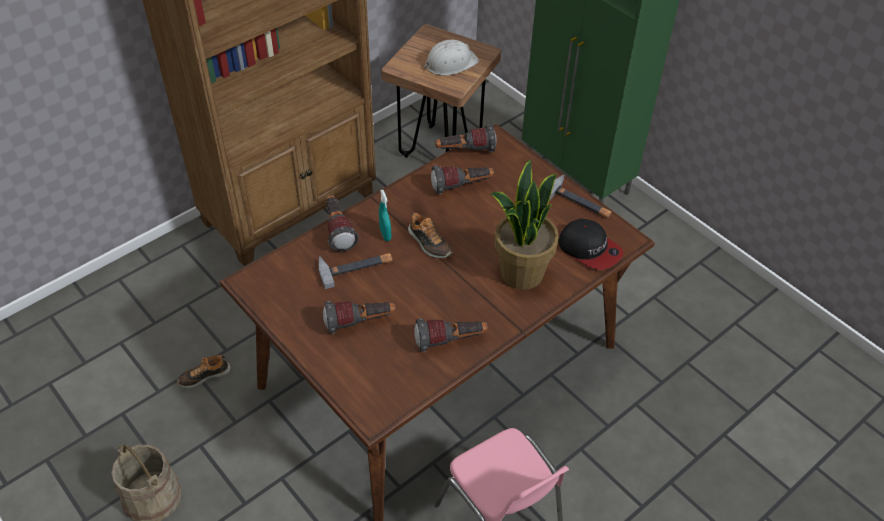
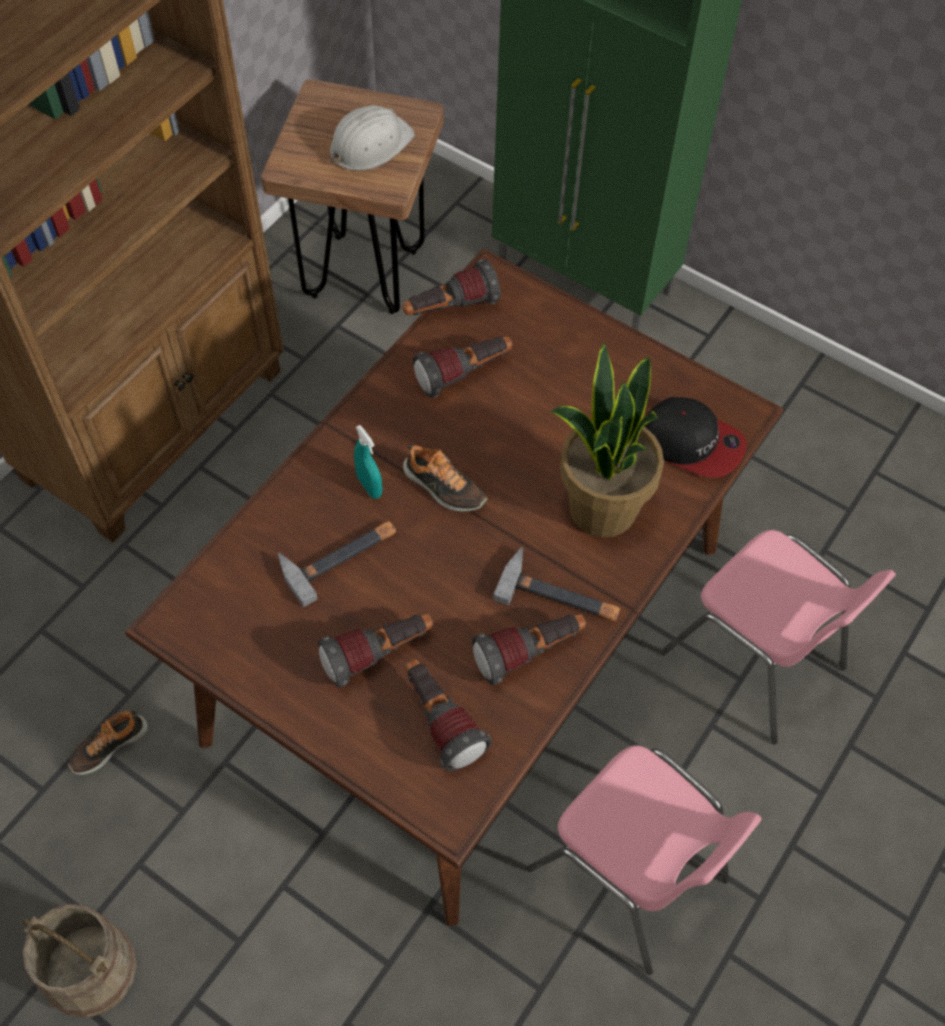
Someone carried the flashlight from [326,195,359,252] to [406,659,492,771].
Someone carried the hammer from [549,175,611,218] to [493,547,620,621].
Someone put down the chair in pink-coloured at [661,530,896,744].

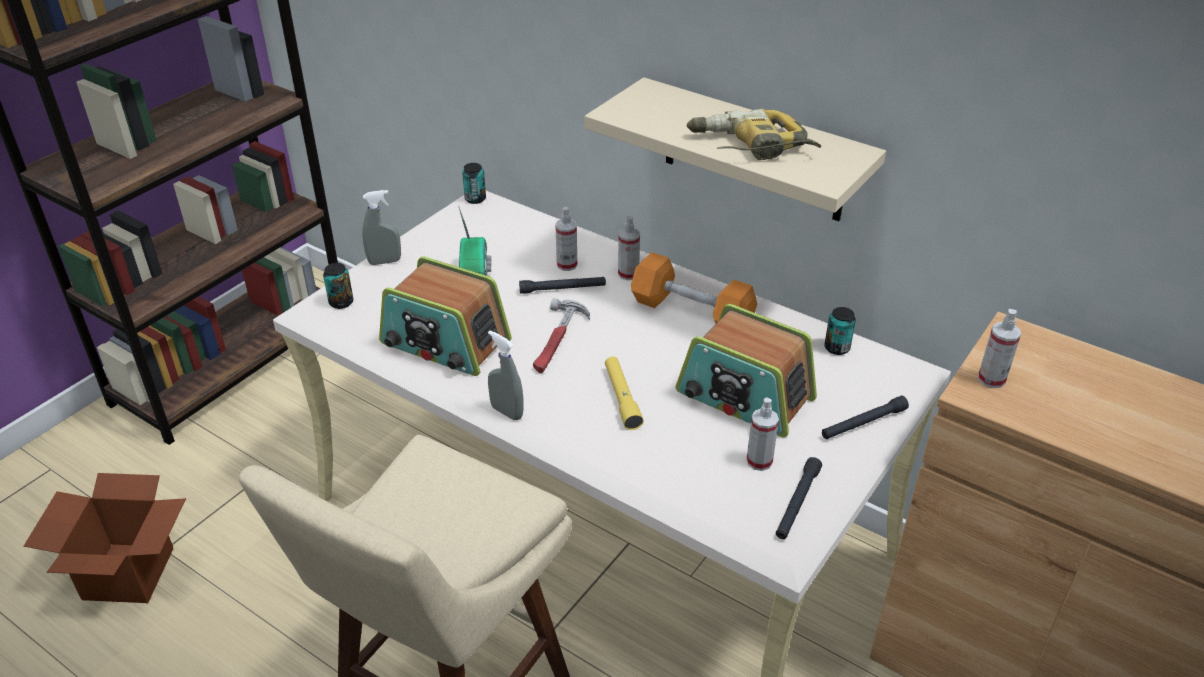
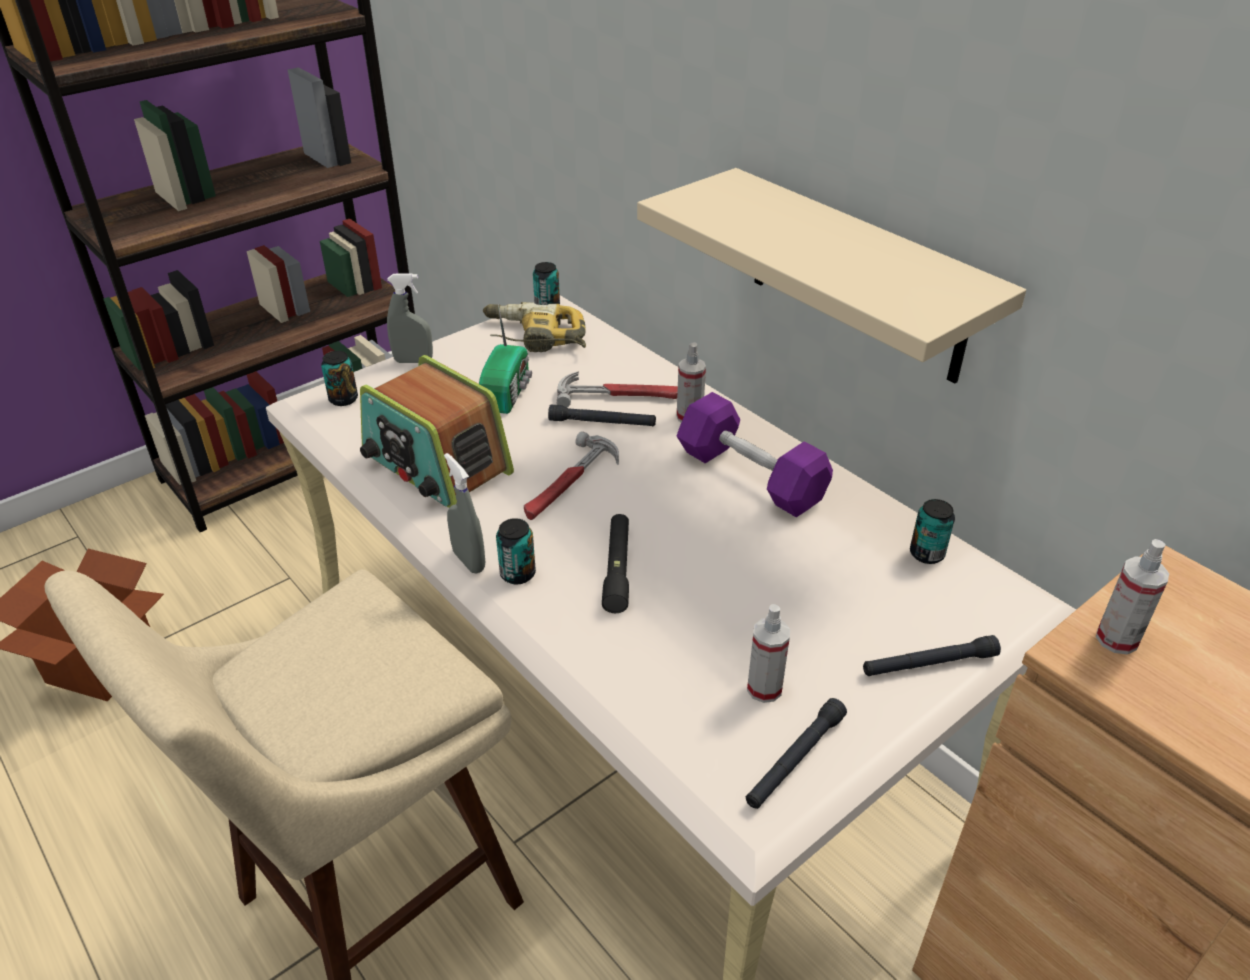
Someone swapped the hand sprayer at [555,207,577,271] for the hammer at [557,371,678,407].
Someone repainted the flashlight in yellow-coloured at [605,357,644,430], which became the flashlight in black-coloured at [602,514,629,613].
Someone repainted the free weight in orange at [631,252,757,324], which became the free weight in purple-coloured at [677,392,833,517].
Someone took away the radio receiver at [676,304,817,437].
Someone carried the drill from [687,109,821,160] to [483,302,586,352].
Someone put down the metal can at [496,518,536,584].

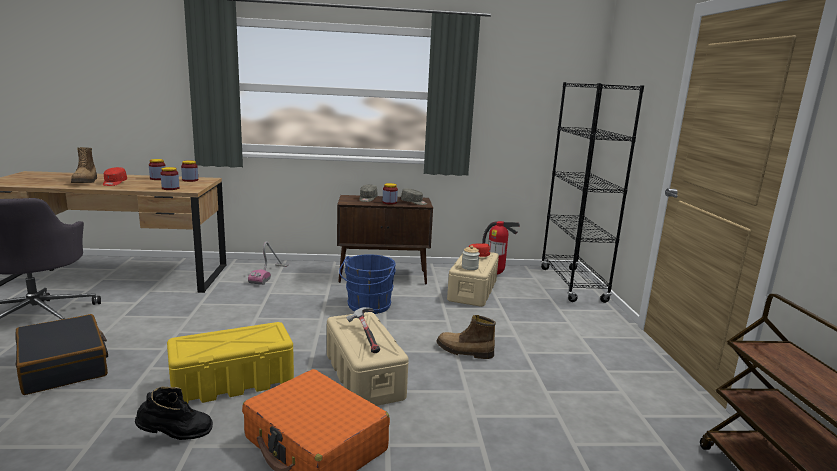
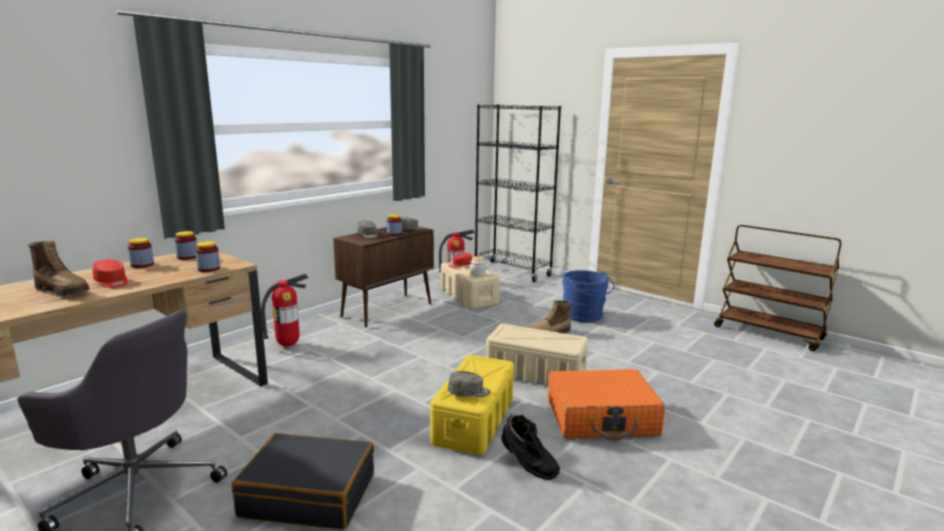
Someone rotated the high-top boot in black-coloured at [135,387,213,440] by 105 degrees clockwise.
Someone swapped the vacuum cleaner at [248,241,289,285] for the extinguisher at [261,274,309,347].
Someone carried the pail in blue-coloured from [339,254,396,314] to [563,270,614,322].
Someone took away the hammer at [346,307,380,353].
Someone put down the baseball cap in gray at [448,371,491,397].

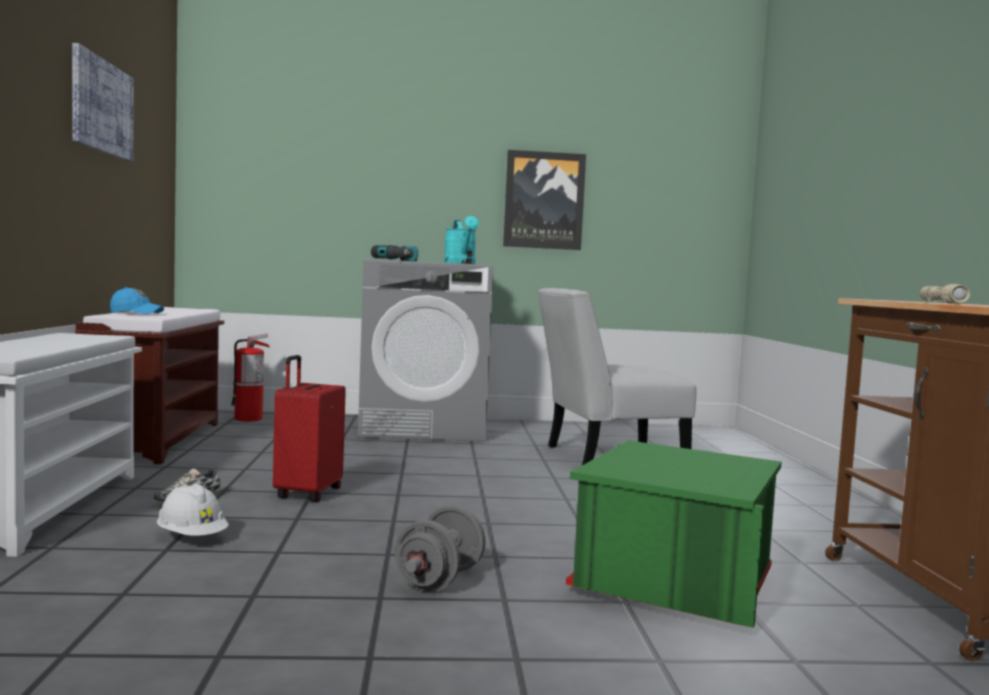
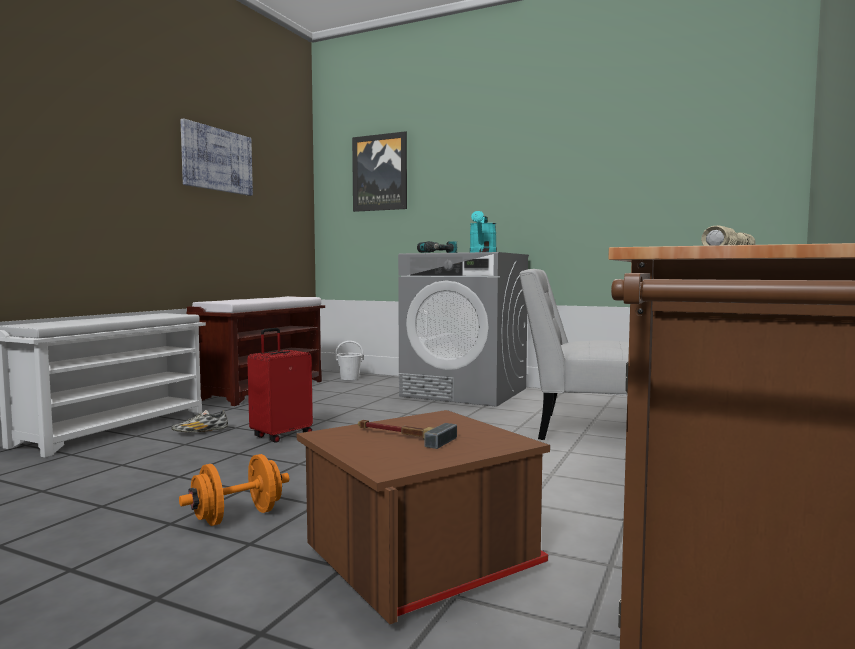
Someone took away the baseball cap in blue-coloured at [110,287,164,314].
Someone took away the hard hat in white-coloured at [157,484,229,536].
Someone swapped the extinguisher at [231,334,270,421] for the pail in white-coloured at [335,341,364,380].
Someone repainted the free weight in gray at [395,505,486,592], which became the free weight in orange at [179,454,289,526].
Someone carried the wall picture from [503,150,586,250] to [352,131,407,212].
Someone repainted the storage box in green at [566,440,781,628], which became the storage box in brownish at [297,410,550,624].
Someone put down the hammer at [358,420,457,449].

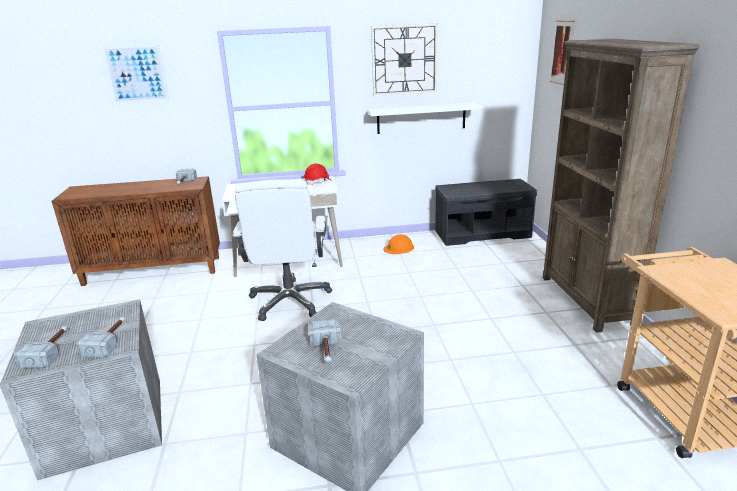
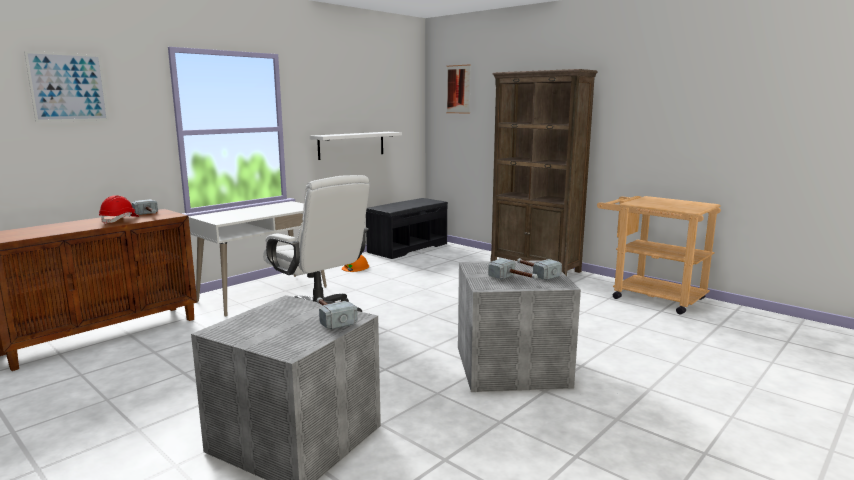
Someone carried the hammer from [14,326,68,368] to [517,258,562,280].
Someone carried the hard hat in red-coloured from [304,163,331,185] to [99,195,139,224].
Someone took away the clock on the wall at [371,23,438,96].

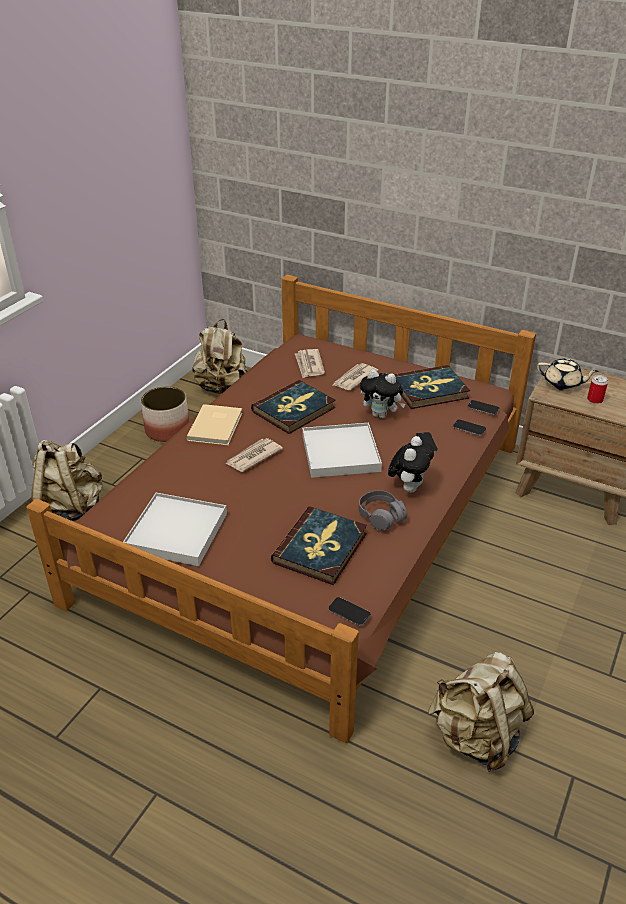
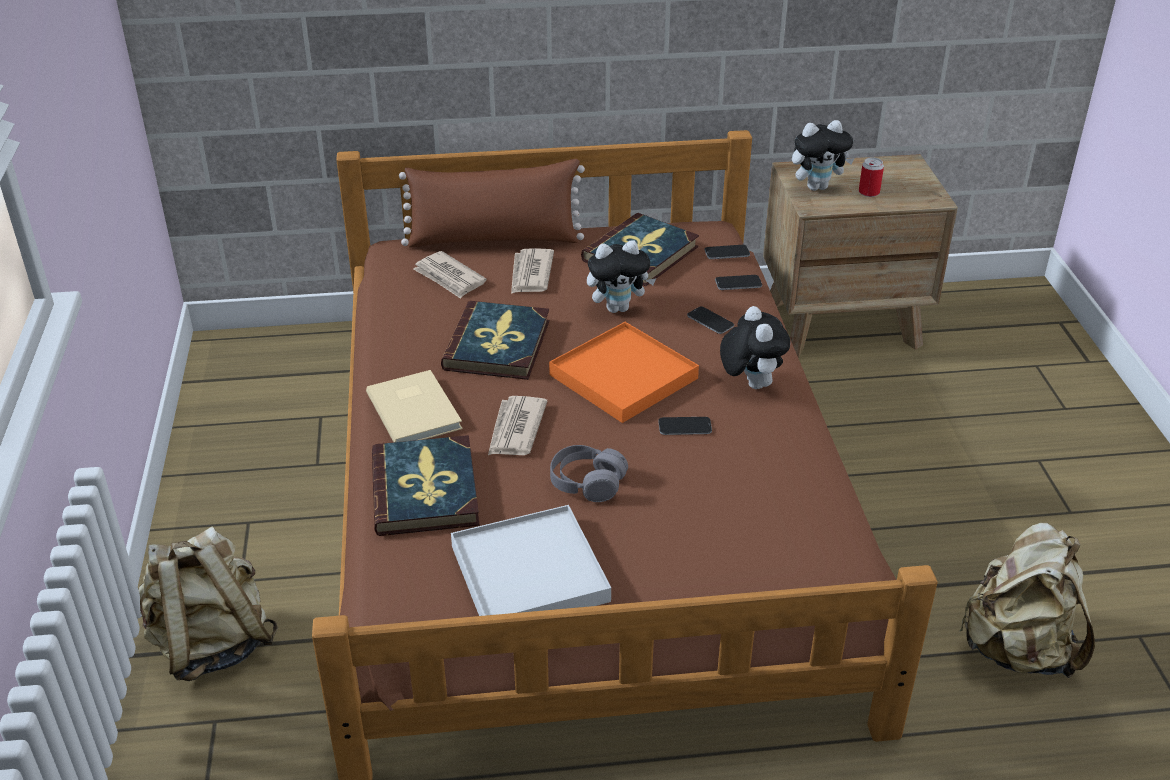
Someone took away the planter at [141,386,189,442].
Someone took away the knapsack in sand-coloured at [192,319,248,394].
Someone carried the bound book from [271,507,367,585] to [372,435,479,536].
Someone repainted the tray in white-coloured at [302,423,382,478], which became the tray in orange at [549,322,699,423].
Someone carried the telephone from [328,597,371,626] to [658,417,712,435].
Someone carried the headset in gray from [359,490,407,530] to [550,445,628,502].
Someone swapped the teapot in sand-coloured at [537,358,599,391] for the plush toy at [792,120,855,191].
Someone put down the pillow in brownish at [399,159,585,248].

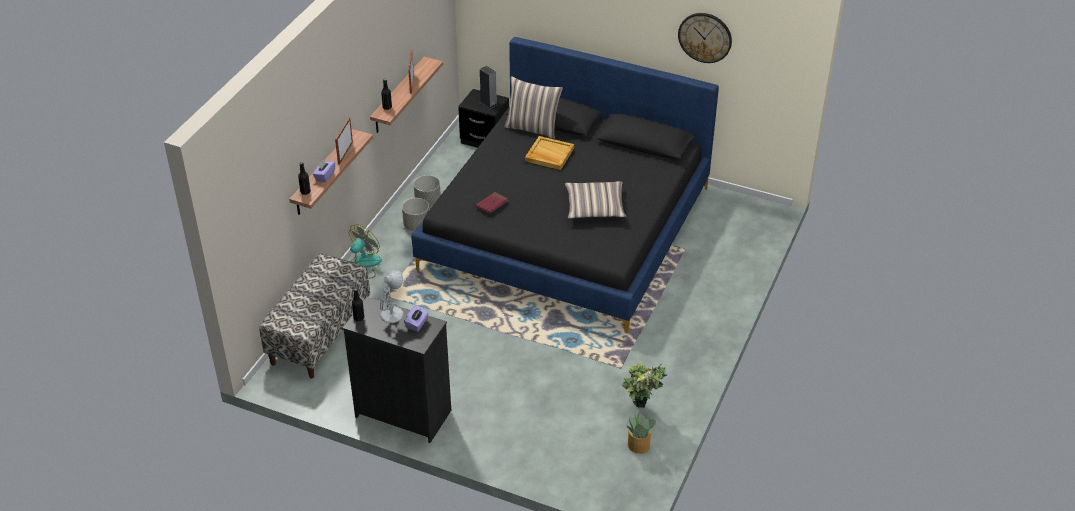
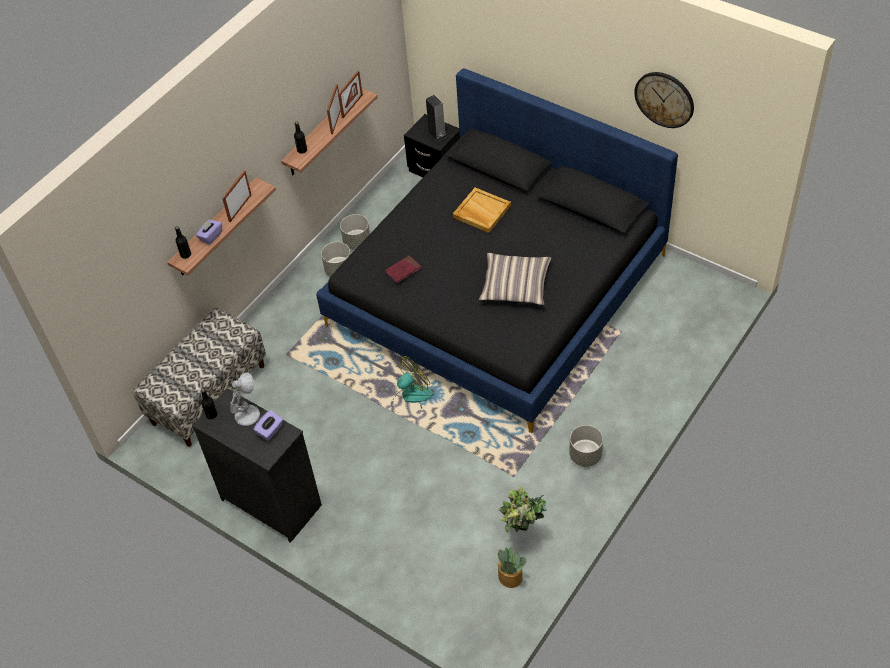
Someone carried the fan from [349,224,382,279] to [391,356,433,409].
Someone took away the pillow at [504,76,563,139].
Someone put down the picture frame at [338,71,363,118].
Someone put down the planter in gray at [569,425,603,467].

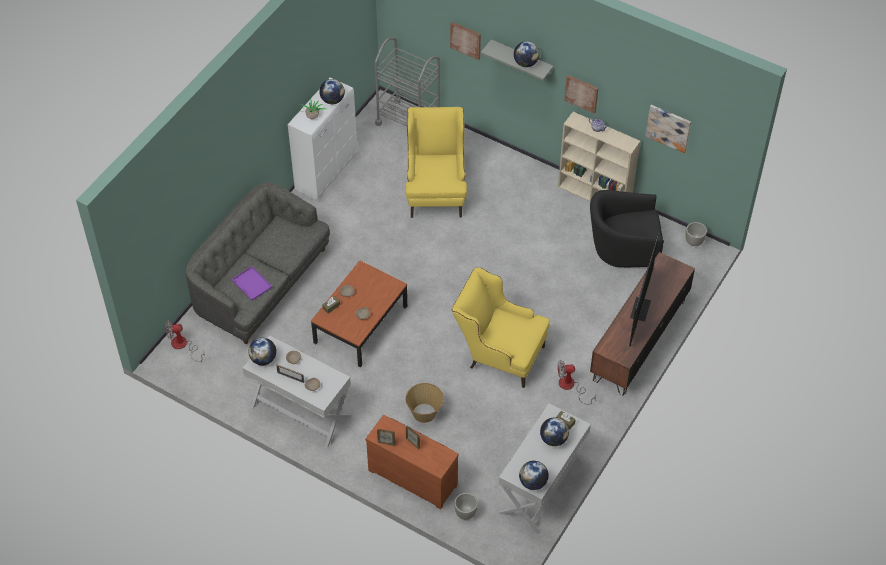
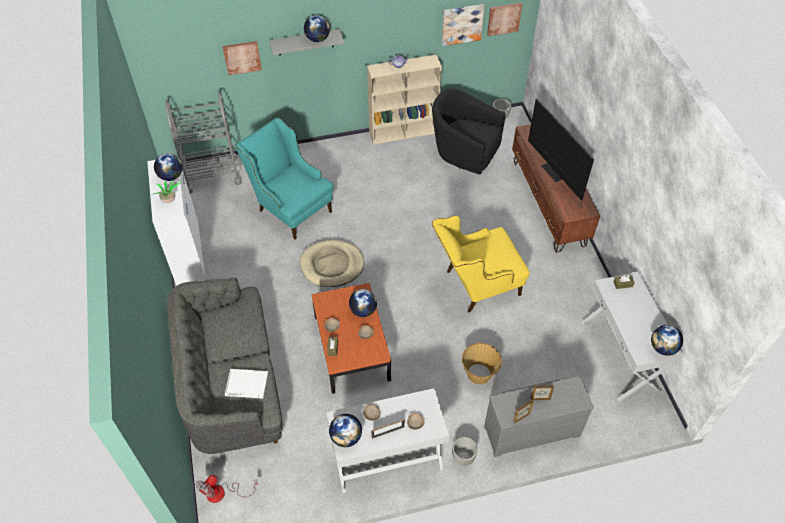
Someone repainted the tray in purple-coloured at [232,266,272,301], which became the tray in white-coloured at [225,369,268,399].
Someone repainted the dresser in brownish at [366,415,459,509], which became the dresser in gray at [484,376,594,457].
Someone repainted the armchair in yellow-coloured at [406,107,467,218], which became the armchair in turquoise at [235,118,334,239].
Someone carried the planter in gray from [454,493,478,520] to [452,437,478,466].
Someone carried the desk globe from [540,417,569,446] to [349,289,377,317].
Someone took away the fan at [558,360,596,405].
Someone carried the wall picture from [564,75,598,114] to [487,3,522,36].
Someone rotated the armchair in black-coloured at [590,190,664,267] by 75 degrees clockwise.
Someone put down the dog cushion in sand-coloured at [300,240,364,287].

